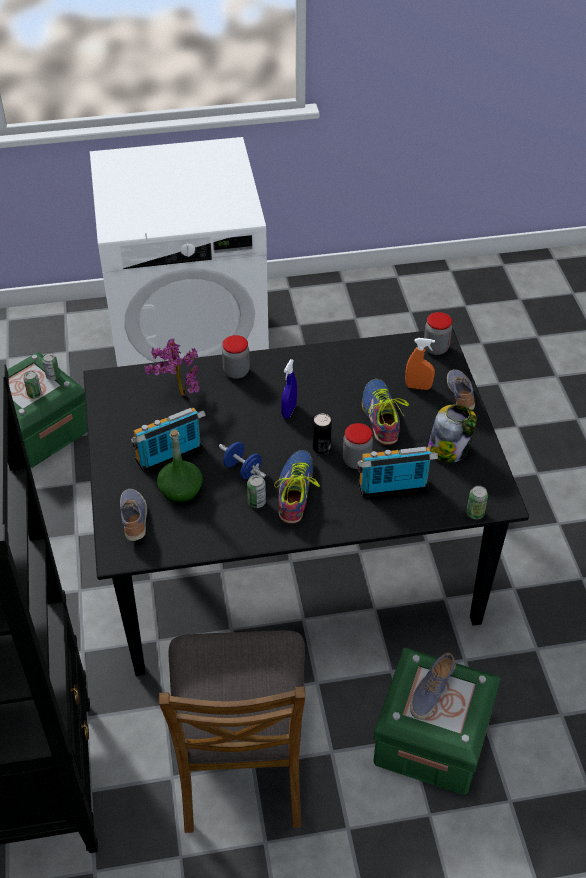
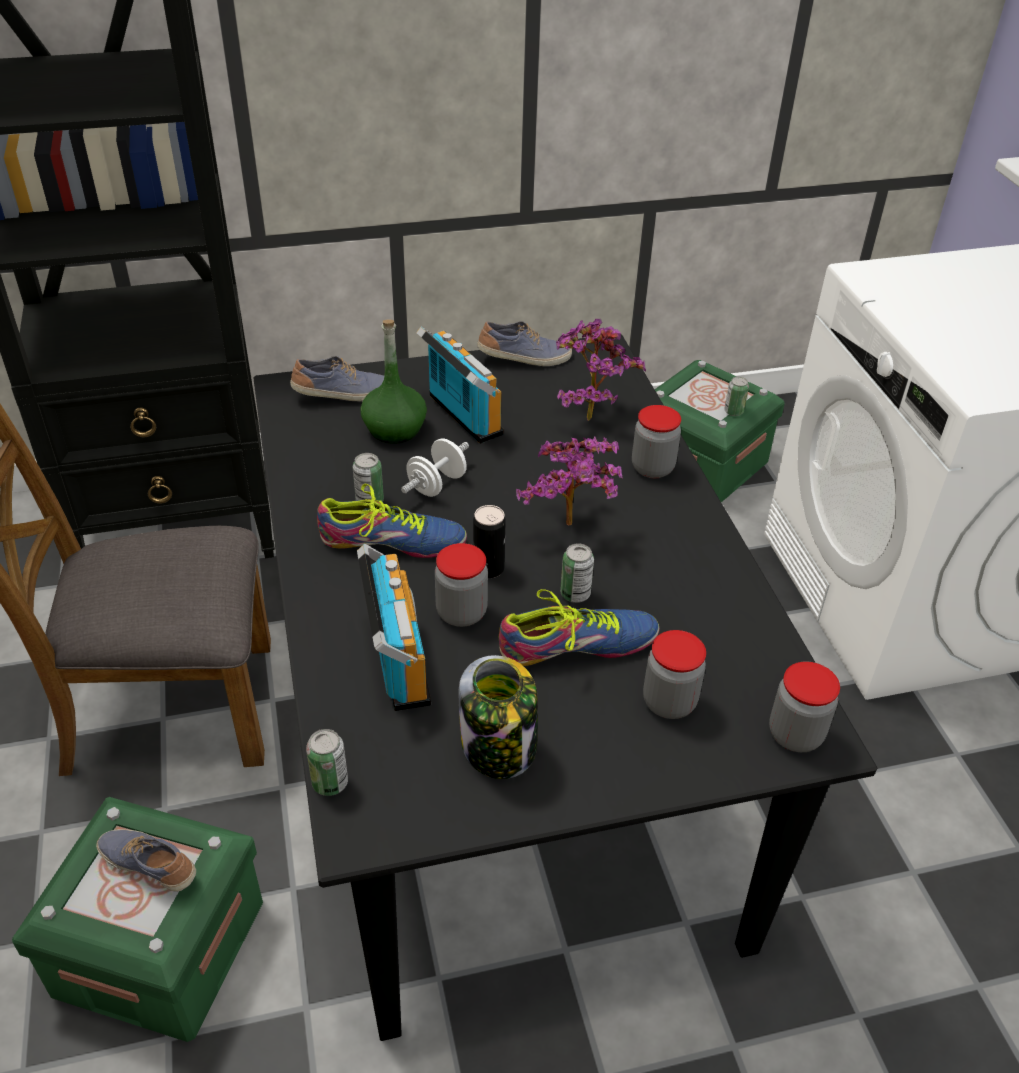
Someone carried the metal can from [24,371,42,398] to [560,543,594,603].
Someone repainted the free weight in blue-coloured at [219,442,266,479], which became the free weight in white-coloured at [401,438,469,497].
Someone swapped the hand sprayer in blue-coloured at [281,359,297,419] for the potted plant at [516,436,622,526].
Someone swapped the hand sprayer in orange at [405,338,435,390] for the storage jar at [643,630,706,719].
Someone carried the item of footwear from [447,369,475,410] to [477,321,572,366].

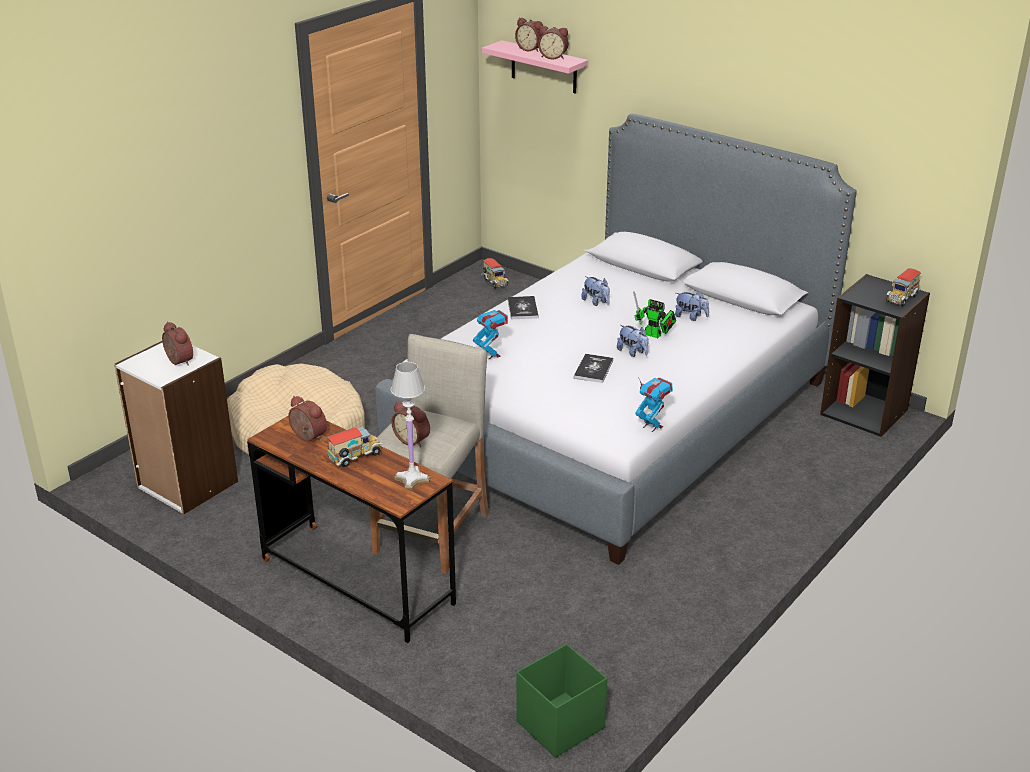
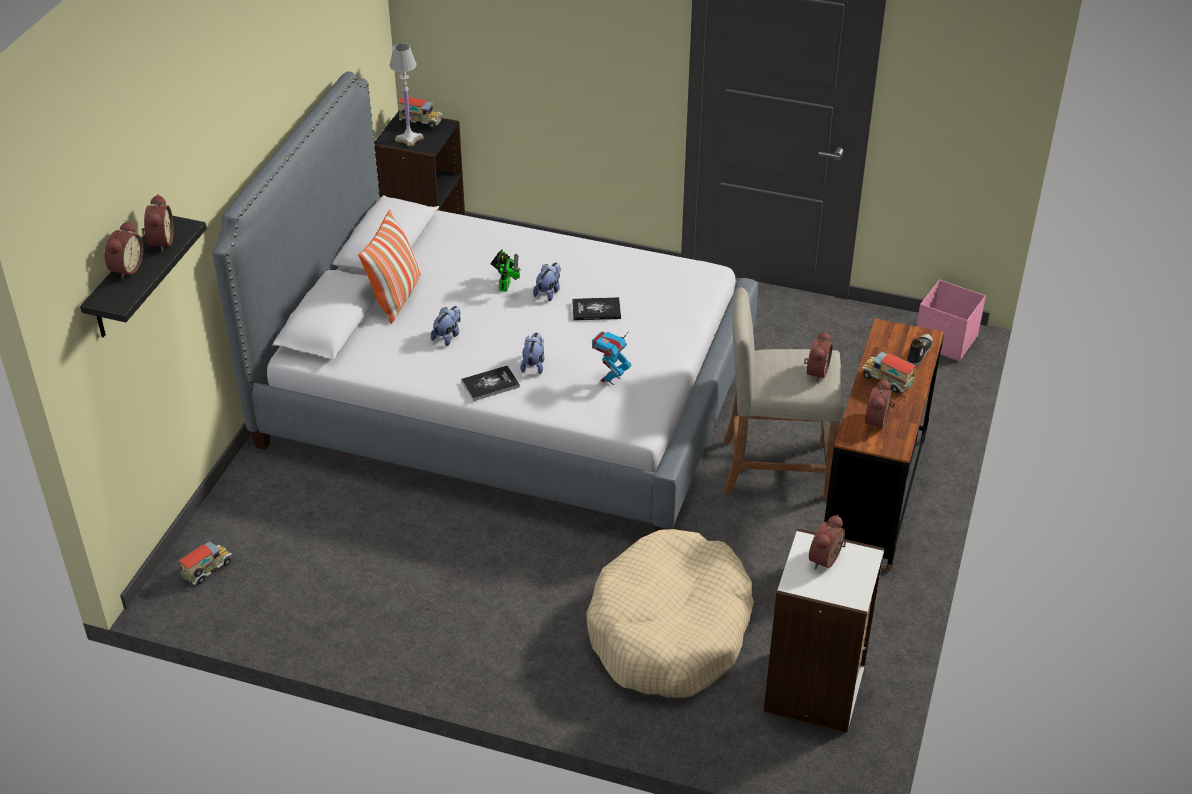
Someone carried the tabletop lamp in white-coloured from [391,362,430,490] to [389,43,424,147].
Someone repainted the bracket shelf in pink-coloured at [482,40,588,94], which became the bracket shelf in black-coloured at [80,216,207,337].
Someone repainted the storage box in green at [516,644,607,758], which became the storage box in pink-coloured at [917,280,986,361].
Someone took away the toy robot at [635,377,673,432].
Someone carried the plush toy from [675,291,709,321] to [520,332,545,374].
Someone put down the pillow at [358,210,421,324].
Someone put down the item of footwear at [907,334,933,366].

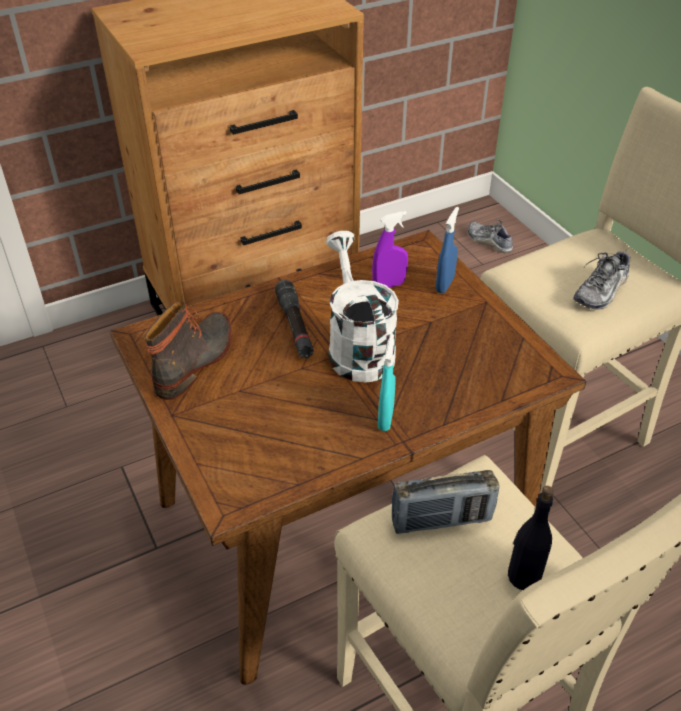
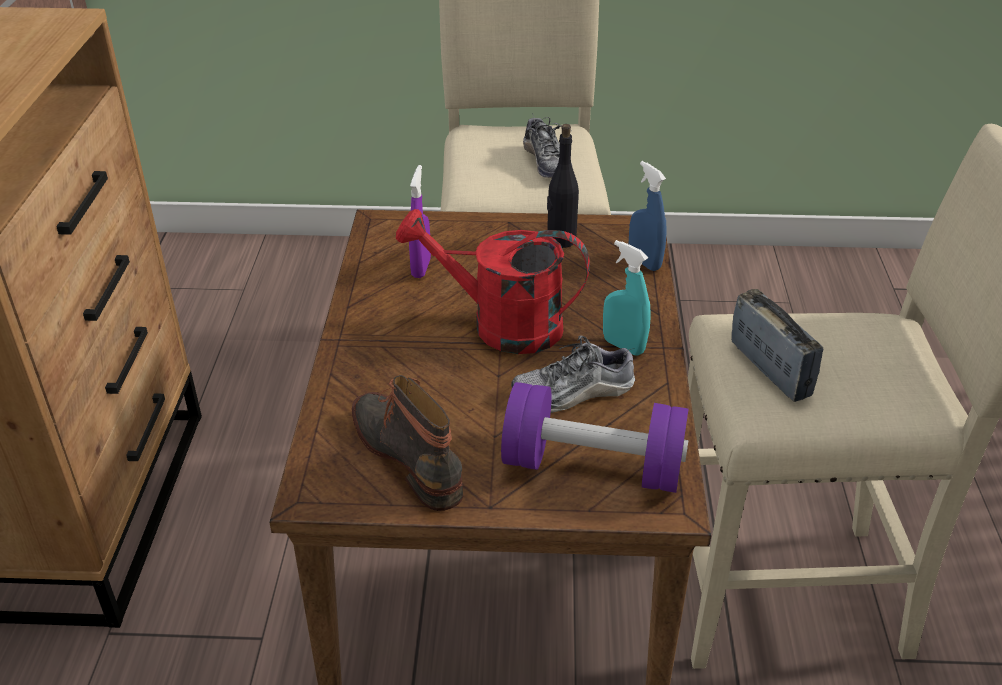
Someone took away the flashlight in black-coloured at [275,280,314,358].
Someone repainted the watering can in white-coloured at [326,231,399,382], which became the watering can in red-coloured at [396,209,590,354].
Someone rotated the radio receiver at [392,470,499,534] by 45 degrees counterclockwise.
Someone carried the hand sprayer in blue-coloured from [436,207,459,293] to [629,161,666,271].
Someone carried the item of footwear from [468,219,513,253] to [511,336,635,413].
Someone carried the drink bottle in black-coloured from [508,486,554,590] to [547,124,579,248].
Someone put down the free weight in purple-coloured at [501,382,689,493].

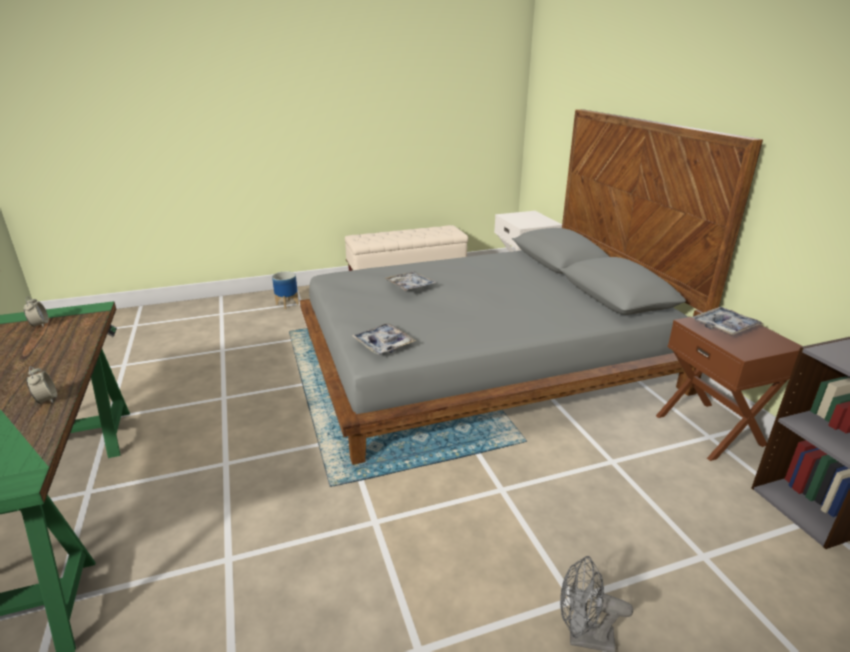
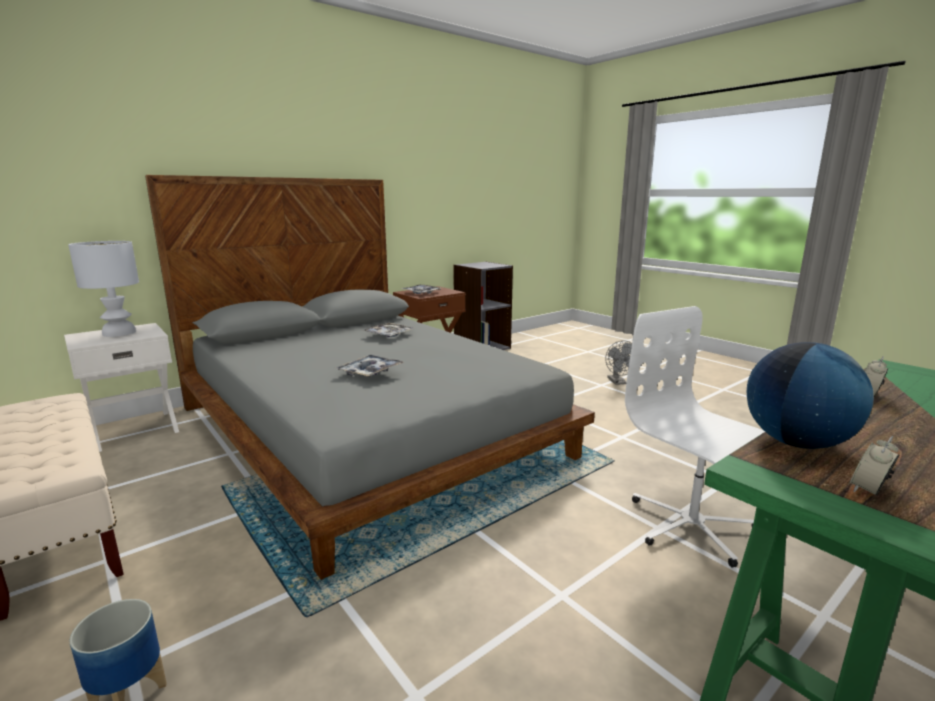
Someone carried the tray from [352,323,416,355] to [362,323,415,337].
Someone put down the tabletop lamp in white-coloured at [68,241,139,337].
Someone put down the desk chair in white-coloured at [625,306,765,567].
Someone put down the desk globe at [747,342,874,449].

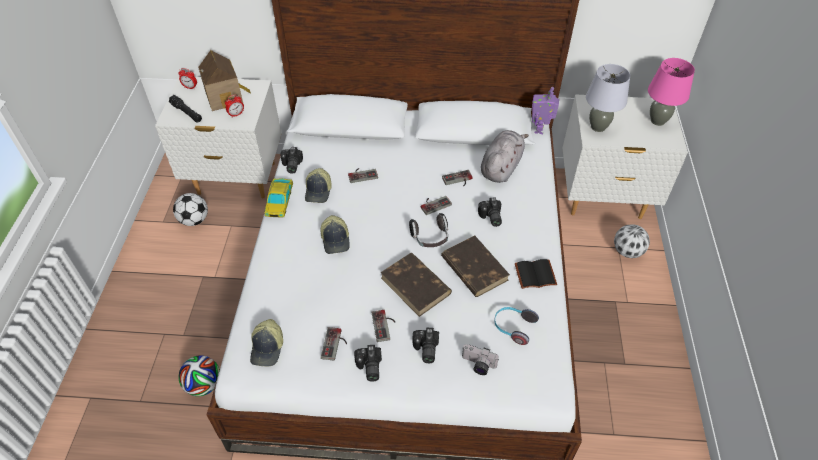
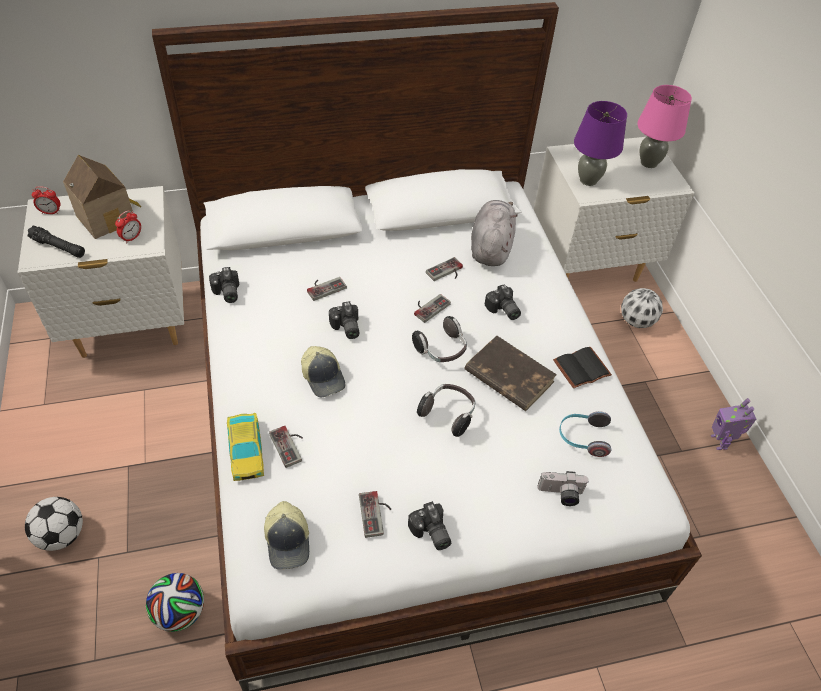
Someone carried the ball for football from [173,193,208,226] to [25,497,83,551].
Someone carried the toy car from [265,178,293,217] to [227,413,264,481].
Someone took away the baseball cap at [305,168,332,203].
Someone carried the joypad from [372,310,395,342] to [269,426,303,468].
Someone swapped the bound book in brownish at [380,253,452,317] for the headset at [417,384,475,437].
Someone carried the photo camera from [413,328,439,363] to [329,301,359,339].
Someone carried the toy robot from [532,87,559,134] to [711,398,756,450].
Someone repainted the tabletop lamp in gray at [586,64,630,132], which became the tabletop lamp in purple-coloured at [574,101,627,186].

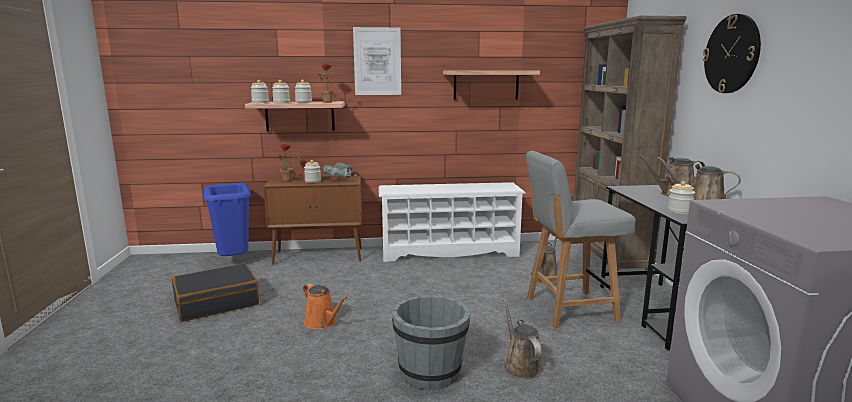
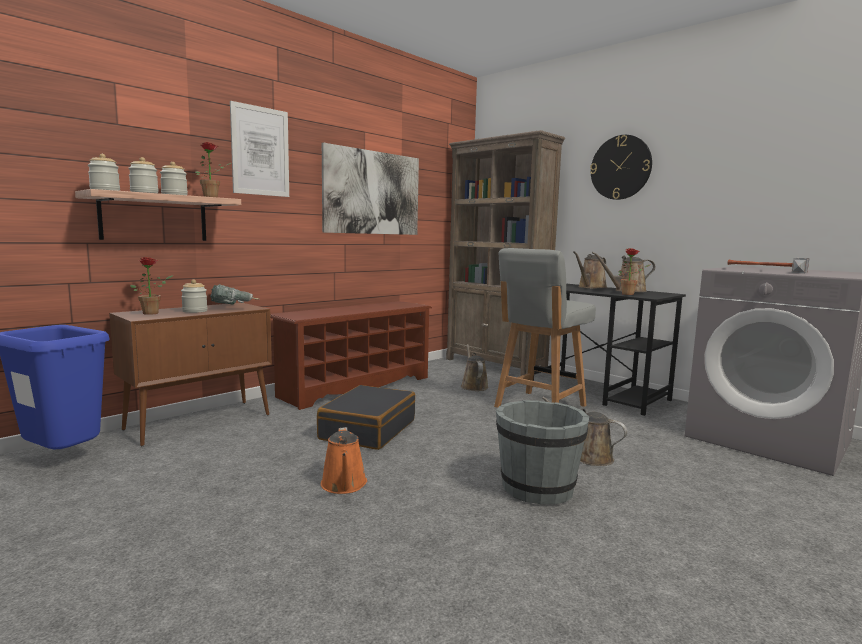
Someone carried the suitcase in black-coloured from [172,263,259,322] to [317,385,415,450].
Someone rotated the watering can in orange at [303,283,348,329] by 75 degrees clockwise.
Someone repainted the shoe rack in white-coloured at [378,182,526,262], which became the shoe rack in brownish at [270,301,432,410].
Someone swapped the bracket shelf at [443,70,540,100] for the wall picture at [322,143,419,235].
Someone swapped the storage jar at [667,181,695,214] for the potted plant at [618,248,651,295].
Someone put down the hammer at [728,258,810,273].

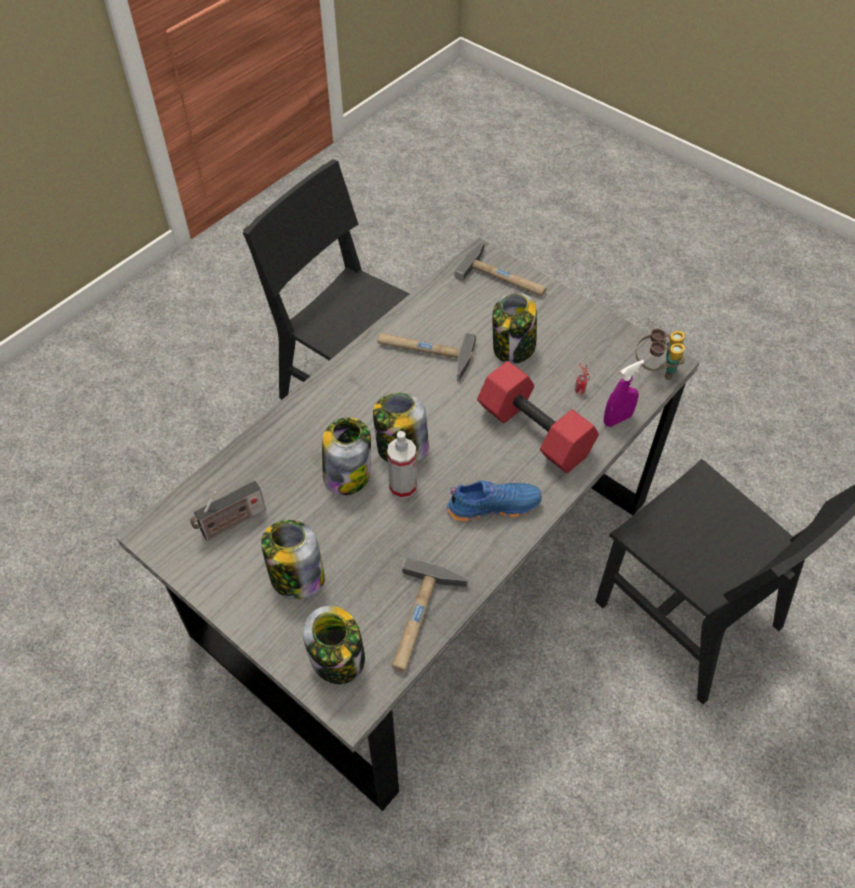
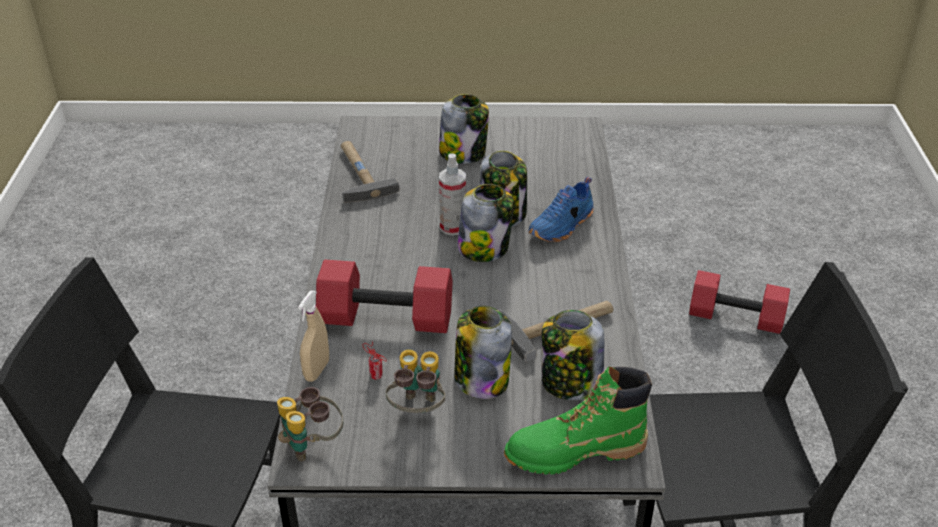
Someone took away the radio receiver at [190,481,266,541].
Someone carried the storage jar from [303,606,365,684] to [541,310,604,400].
Someone carried the item of footwear in blue-coloured from [447,481,542,522] to [528,177,594,242].
Someone swapped the hammer at [454,241,547,296] for the high-top boot in green at [504,367,652,475].
Someone repainted the hand sprayer in purple-coloured at [604,360,644,427], which became the hand sprayer in sand-coloured at [298,291,329,382].
Someone put down the pair of binoculars at [385,349,445,413].
Someone put down the free weight in red-coloured at [689,270,790,334].

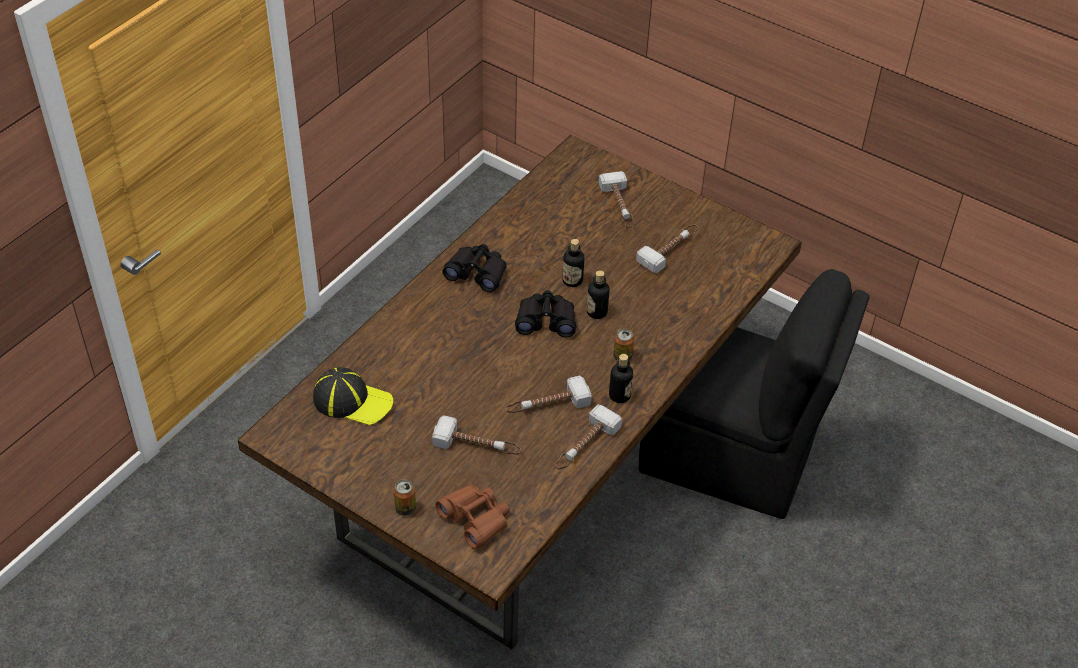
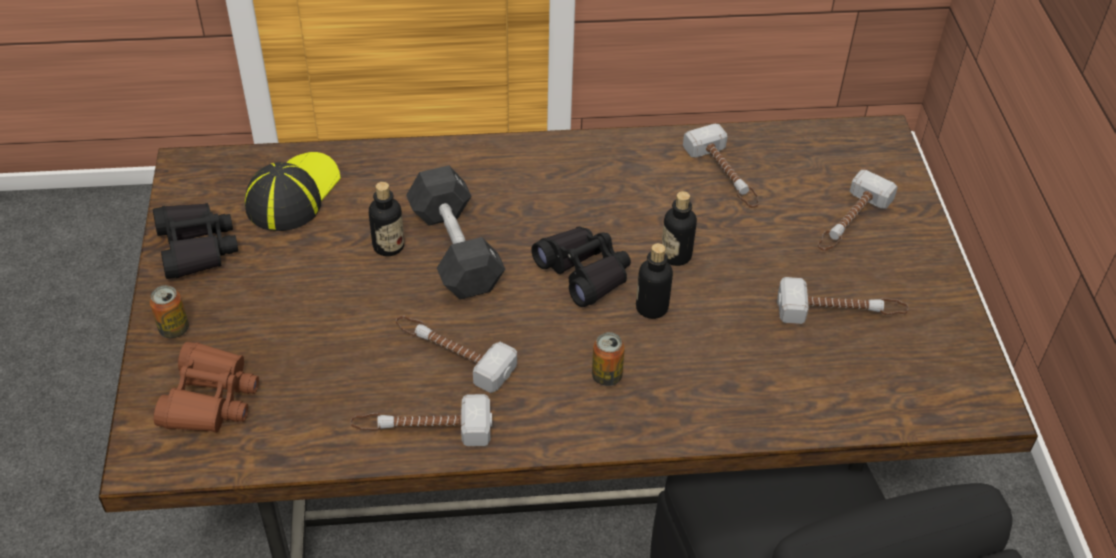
Someone rotated the baseball cap at [313,367,394,426] by 135 degrees counterclockwise.
Someone carried the hammer from [432,415,521,455] to [683,123,759,208].
Someone carried the pair of binoculars in black-coloured from [442,244,507,292] to [153,203,238,279].
Someone carried the drink bottle from [609,354,633,403] to [369,182,404,256].
Someone put down the free weight in black-coloured at [406,165,505,300].

